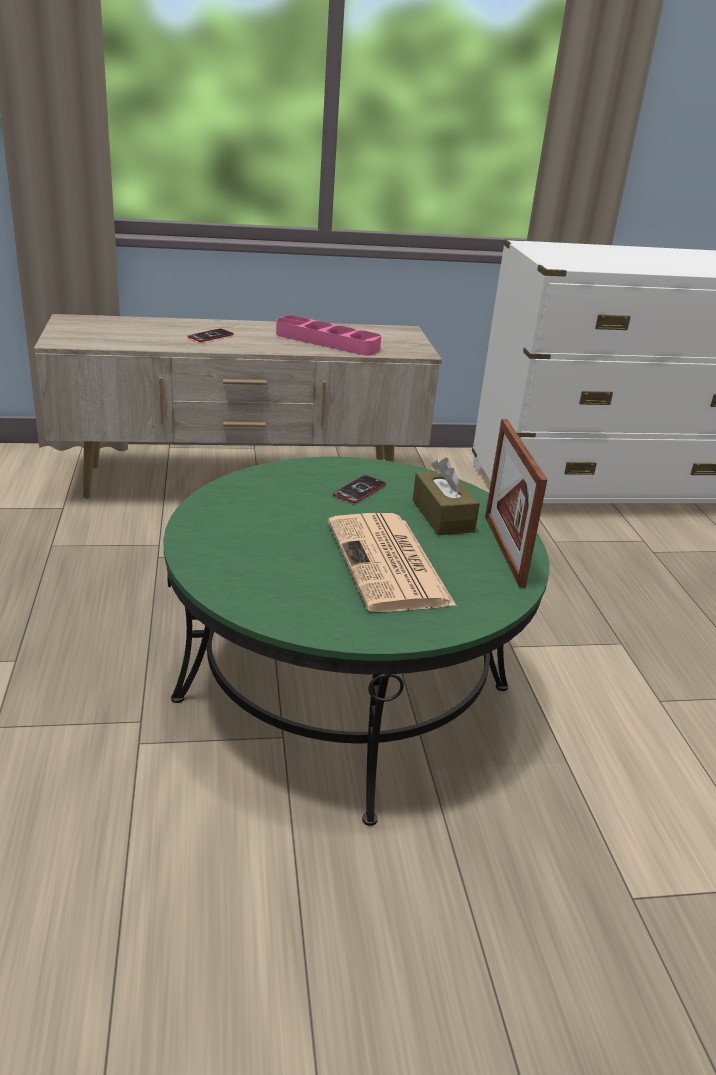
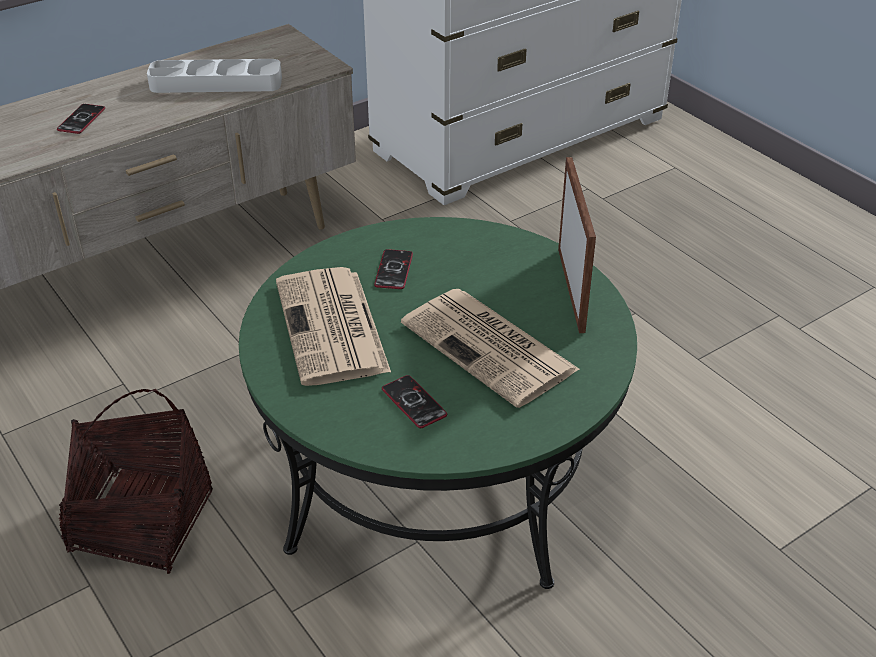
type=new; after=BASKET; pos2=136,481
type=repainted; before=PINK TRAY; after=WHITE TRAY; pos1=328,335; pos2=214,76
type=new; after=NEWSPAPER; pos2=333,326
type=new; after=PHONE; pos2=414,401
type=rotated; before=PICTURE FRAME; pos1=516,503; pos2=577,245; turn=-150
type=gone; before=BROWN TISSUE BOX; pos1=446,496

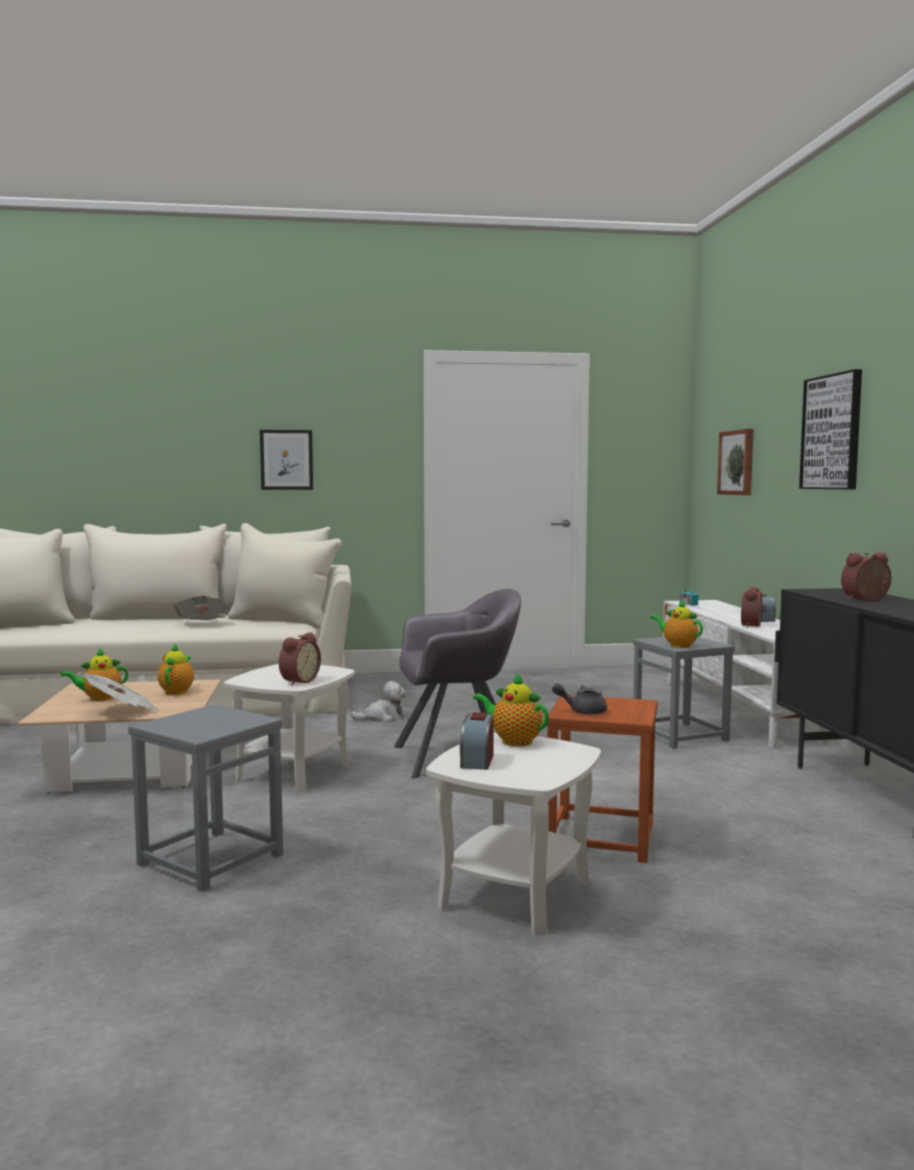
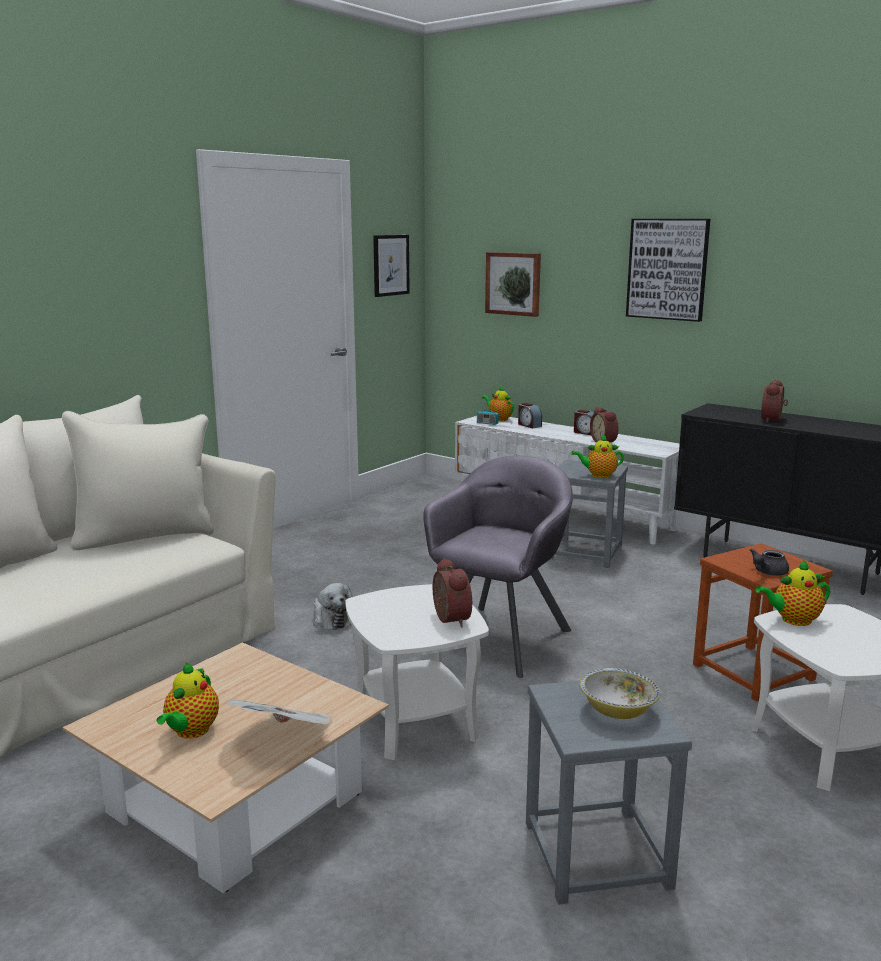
type=rotated; before=PLUSH TOY; pos1=378,702; pos2=332,606; turn=120
type=shifted; before=PICTURE; pos1=286,460; pos2=391,266
type=shifted; before=TEAPOT; pos1=175,669; pos2=498,403
type=shifted; before=ALARM CLOCK; pos1=477,741; pos2=530,415
type=new; after=BOWL; pos2=619,693
type=gone; before=NEWSPAPER; pos1=201,608

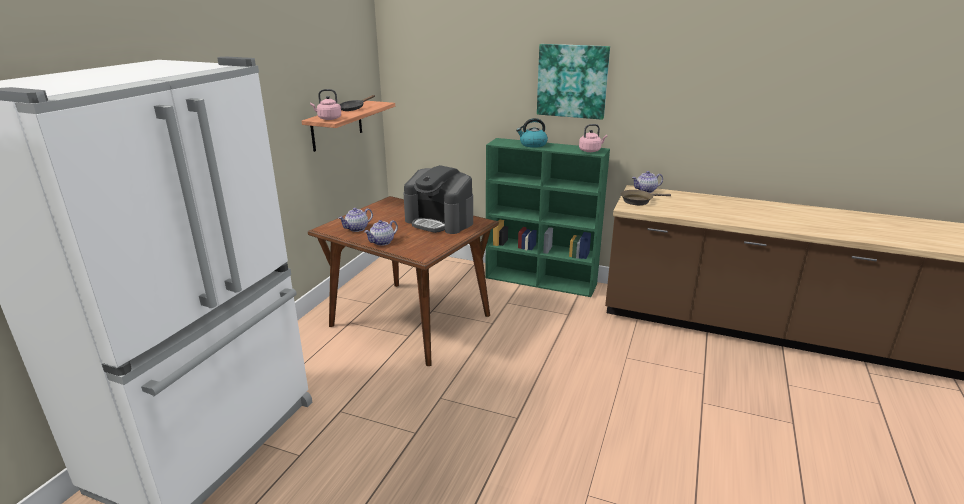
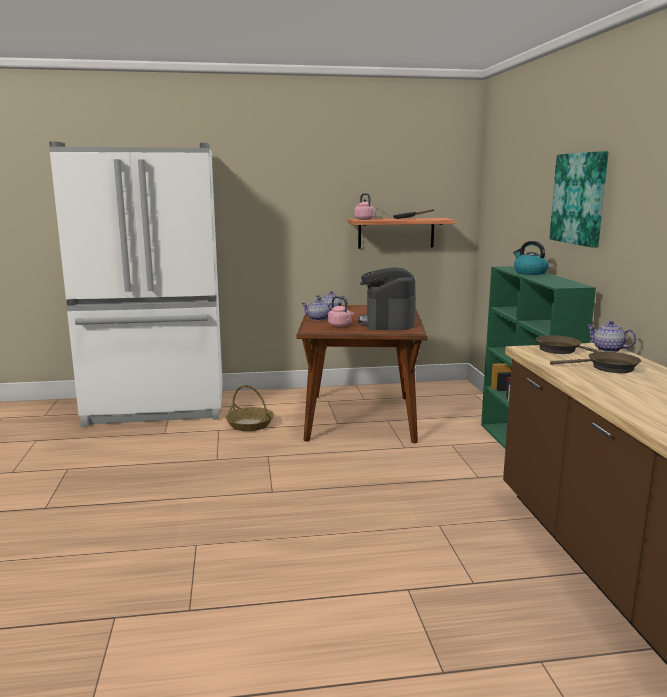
type=new; after=BASKET; pos2=249,408
type=shifted; before=PINK KETTLE; pos1=593,138; pos2=341,311
type=new; after=BROWN FRYING PAN; pos2=595,362

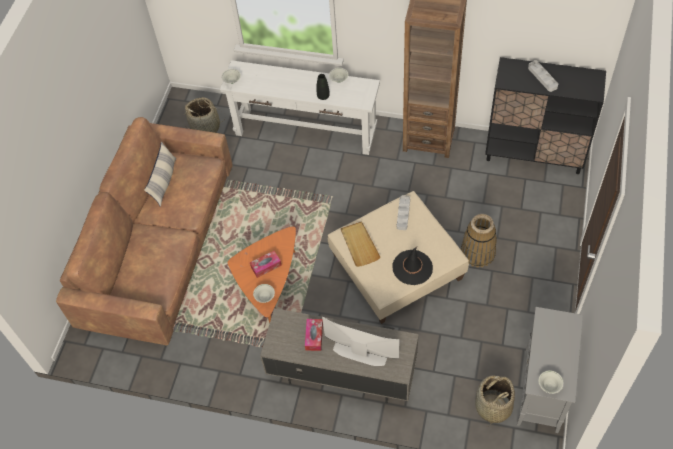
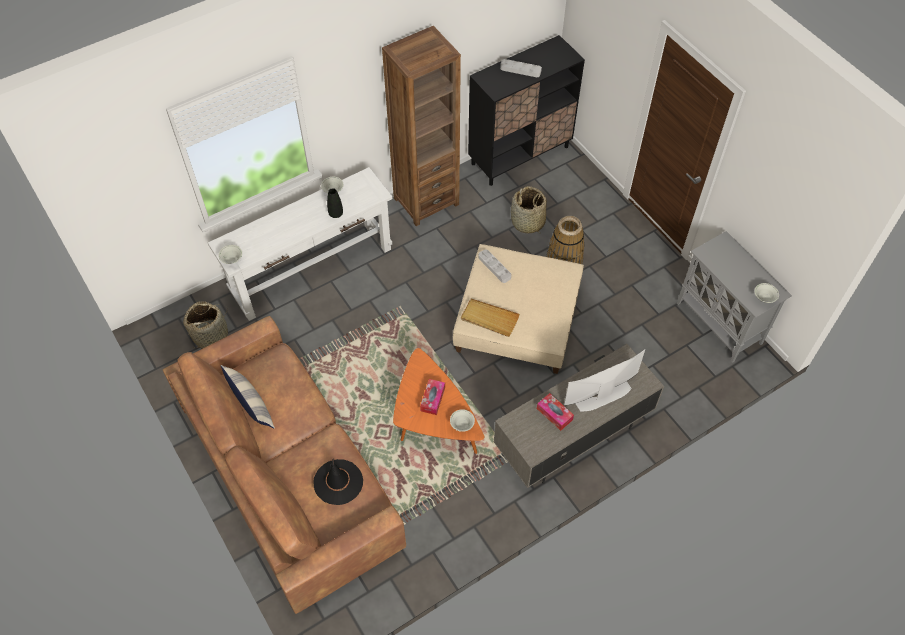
type=shifted; before=BLACK HAT; pos1=412,266; pos2=338,482
type=shifted; before=BASKET; pos1=495,401; pos2=529,209

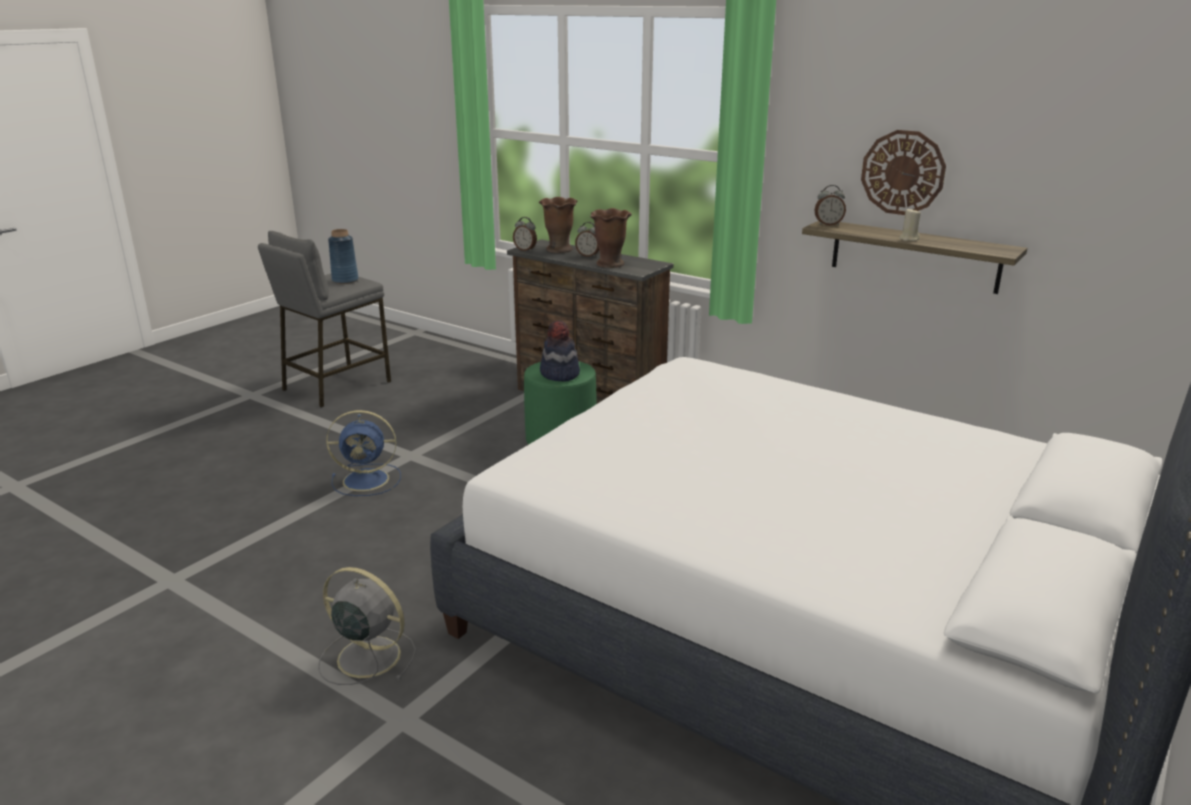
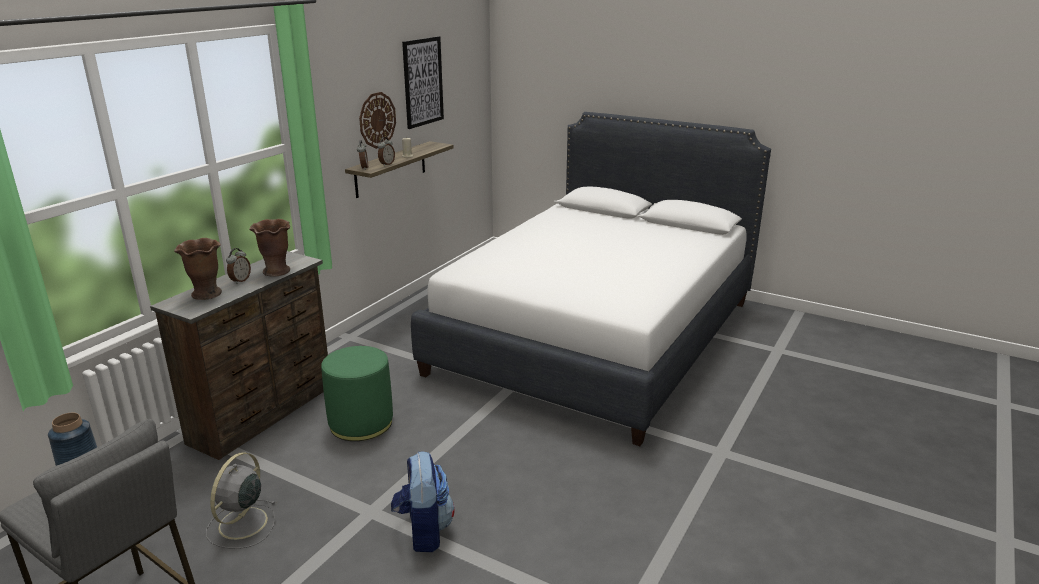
type=shifted; before=GREY FAN; pos1=367,626; pos2=241,501
type=shifted; before=ALARM CLOCK; pos1=525,234; pos2=386,151
type=swapped; before=BLUE FAN; after=BACKPACK; pos1=363,453; pos2=423,502
type=new; after=PICTURE; pos2=423,82
type=gone; before=HAT; pos1=560,351

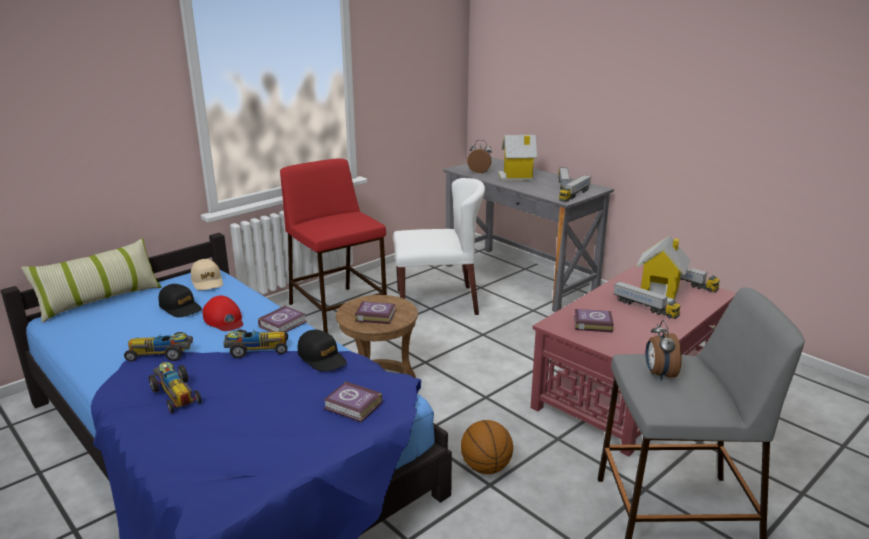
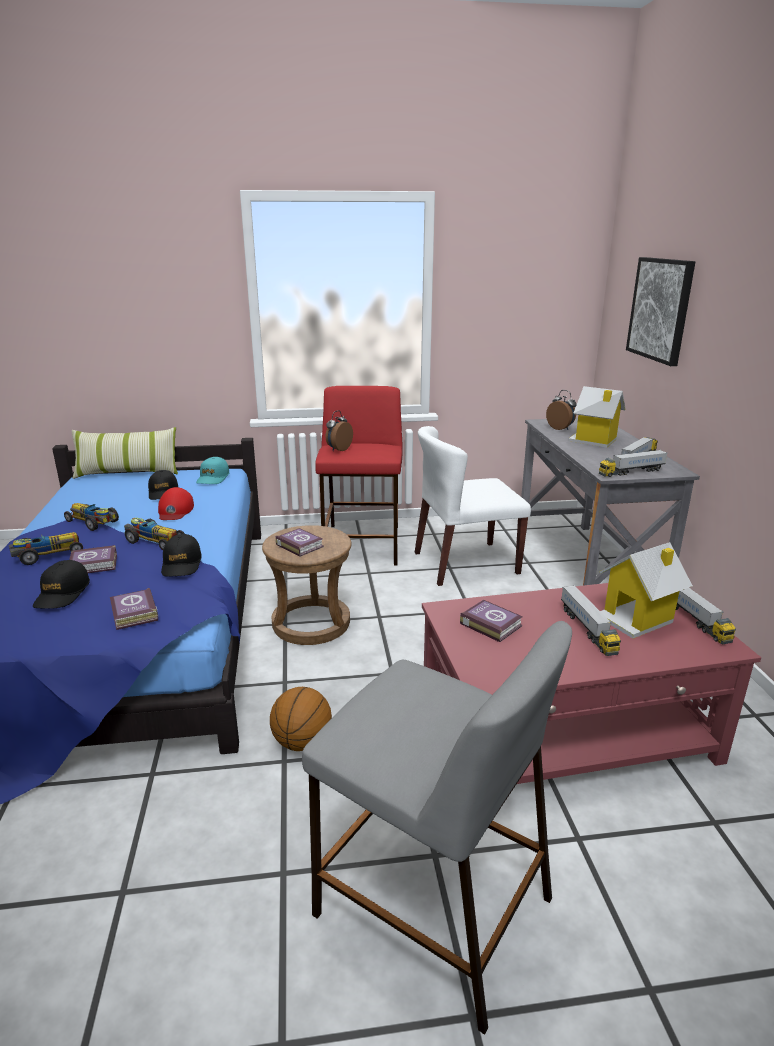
type=rotated; before=TOY CAR; pos1=175,387; pos2=46,548; turn=-120
type=new; after=BLACK CAP; pos2=61,584
type=shifted; before=BOOK; pos1=282,319; pos2=93,559
type=repainted; before=BEIGE CAP; after=TURQUOISE CAP; pos1=207,274; pos2=213,470
type=shifted; before=ALARM CLOCK; pos1=664,350; pos2=339,430
type=rotated; before=WHITE CHAIR; pos1=439,246; pos2=472,506; turn=135
type=new; after=PICTURE; pos2=660,311

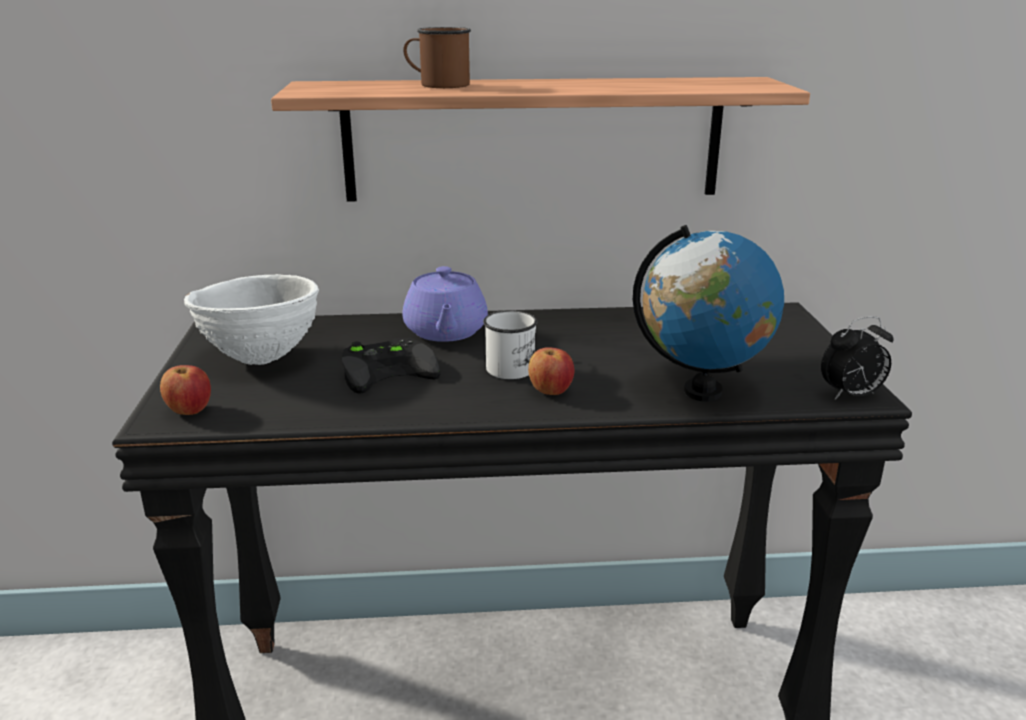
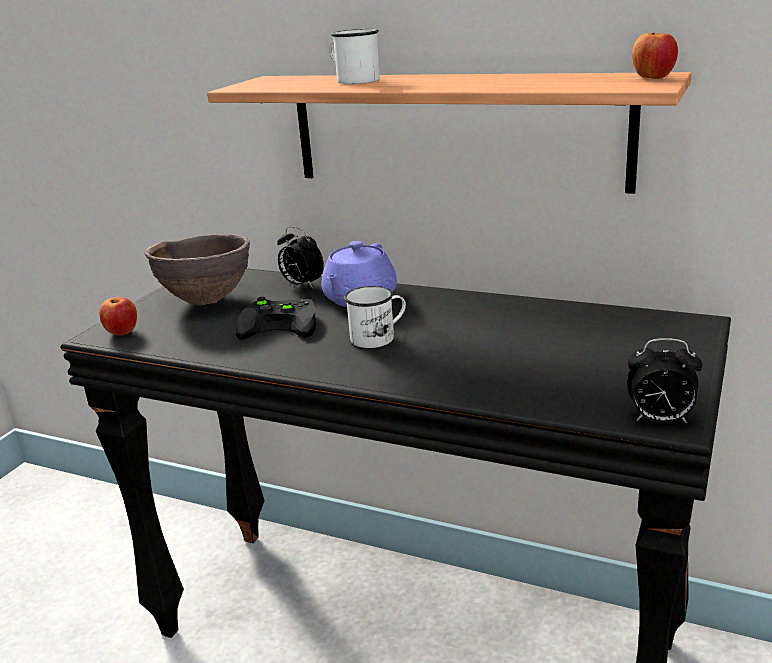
type=repainted; before=WHITE BOWL; after=BROWN BOWL; pos1=251,319; pos2=197,270
type=new; after=ALARM CLOCK; pos2=300,257
type=repainted; before=BROWN MUG; after=WHITE MUG; pos1=437,57; pos2=355,56
type=shifted; before=APPLE; pos1=551,371; pos2=655,56
type=gone; before=GLOBE; pos1=708,313

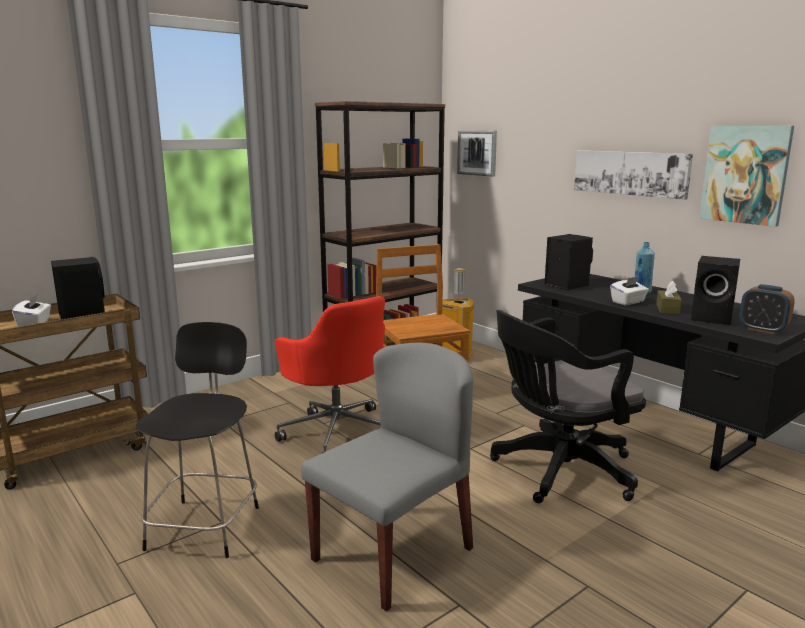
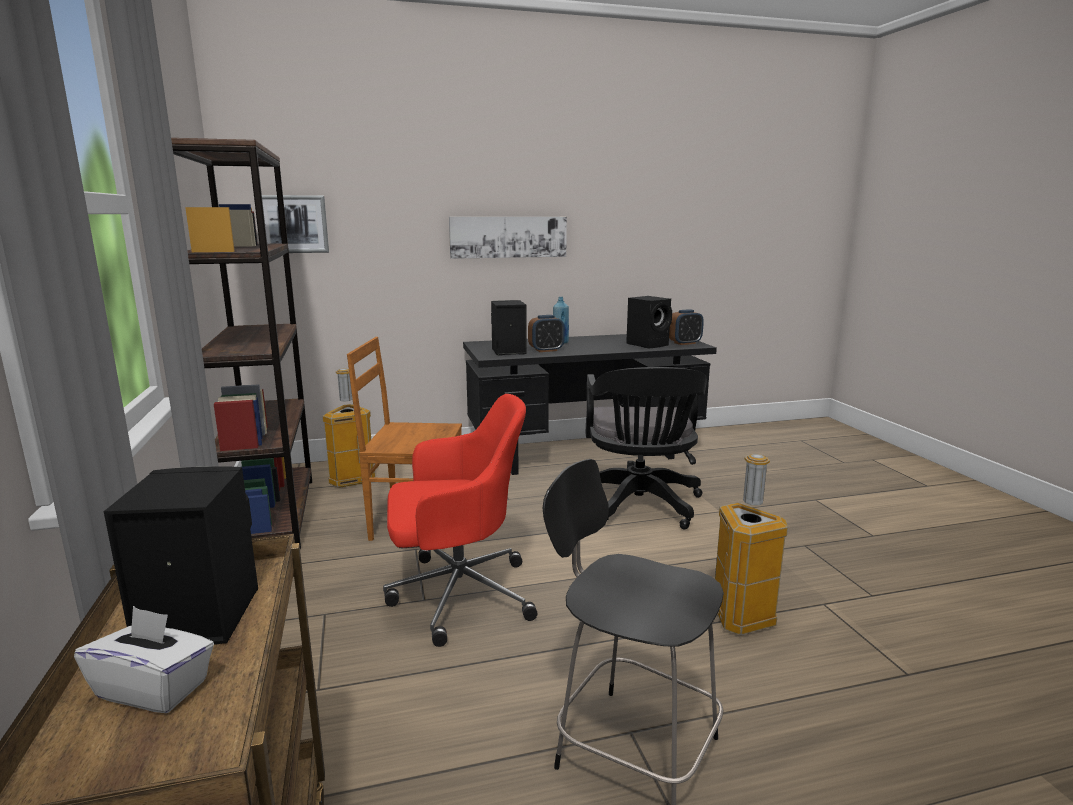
type=new; after=ALARM CLOCK; pos2=546,333
type=swapped; before=GREY CHAIR; after=TRASH CAN; pos1=387,477; pos2=751,544
type=gone; before=WHITE TISSUE BOX; pos1=629,290
type=gone; before=BROWN TISSUE BOX; pos1=669,297
type=gone; before=PICTURE; pos1=746,176

